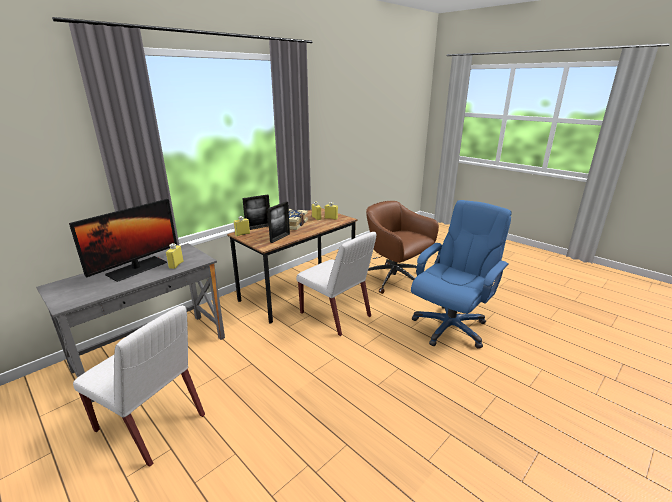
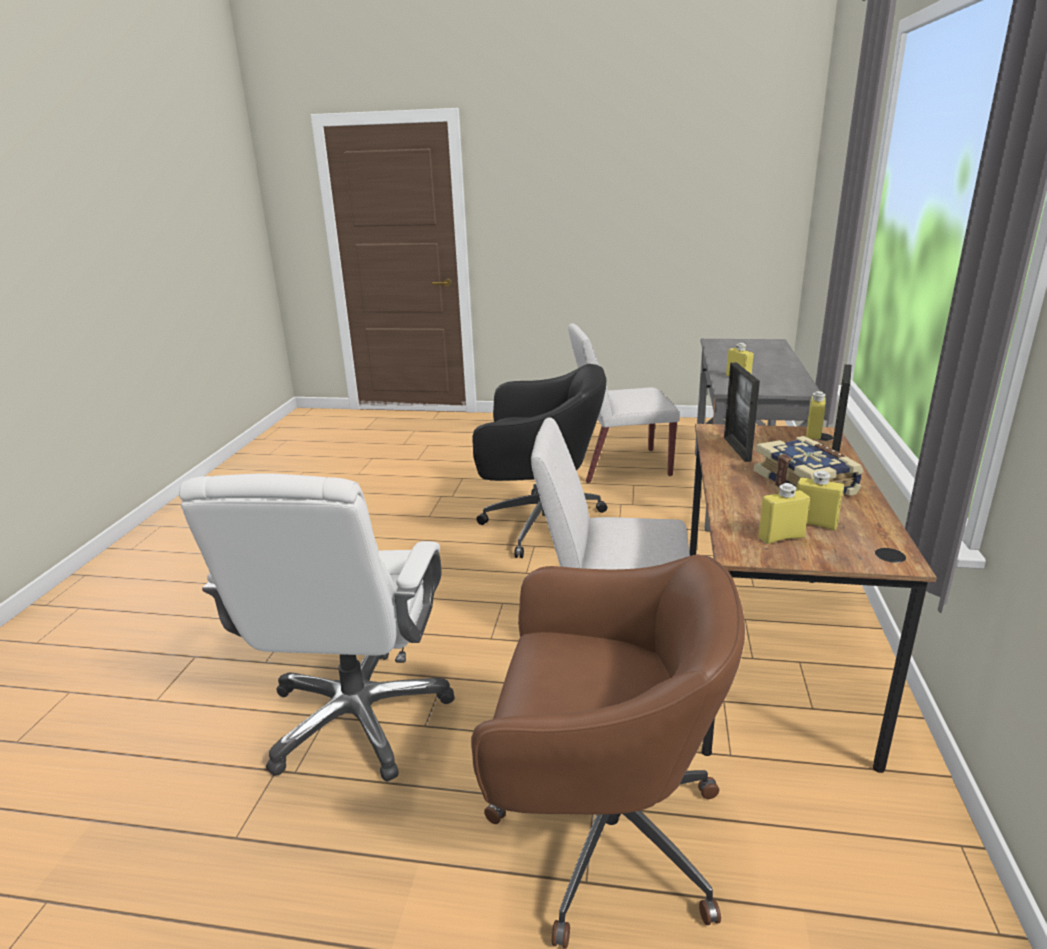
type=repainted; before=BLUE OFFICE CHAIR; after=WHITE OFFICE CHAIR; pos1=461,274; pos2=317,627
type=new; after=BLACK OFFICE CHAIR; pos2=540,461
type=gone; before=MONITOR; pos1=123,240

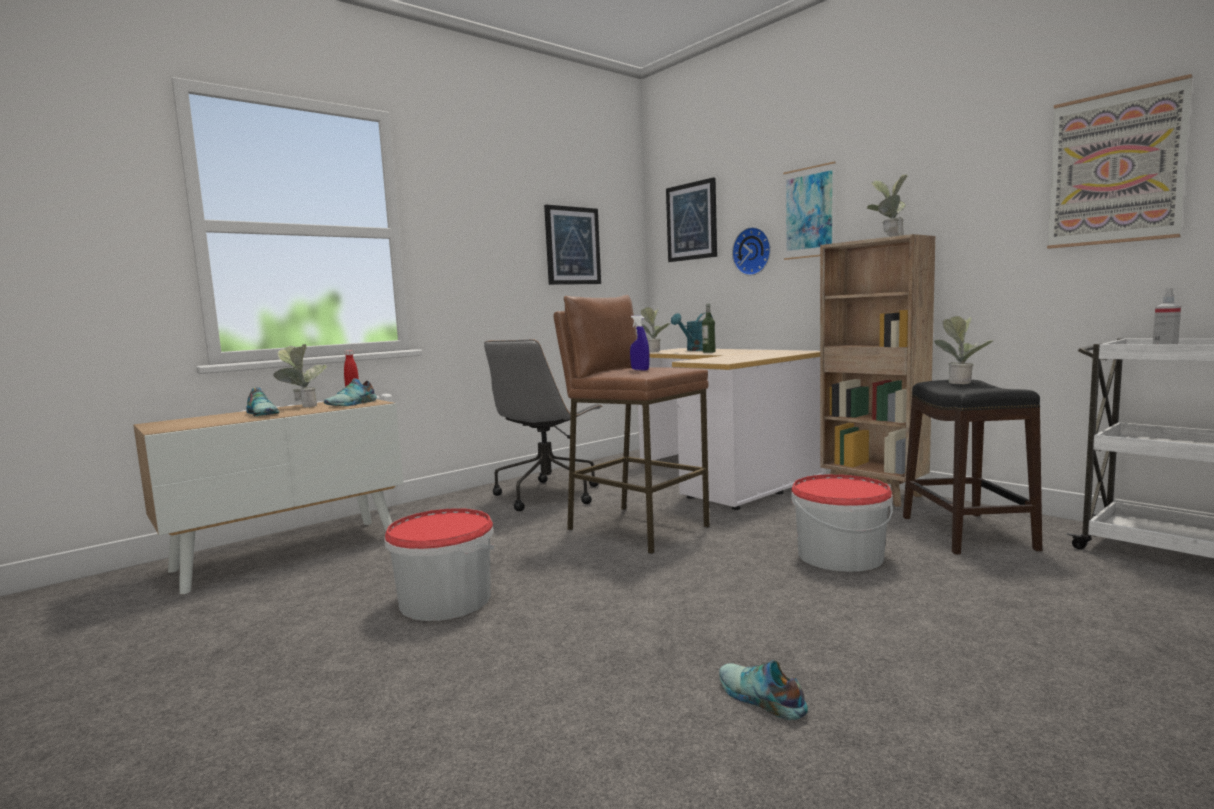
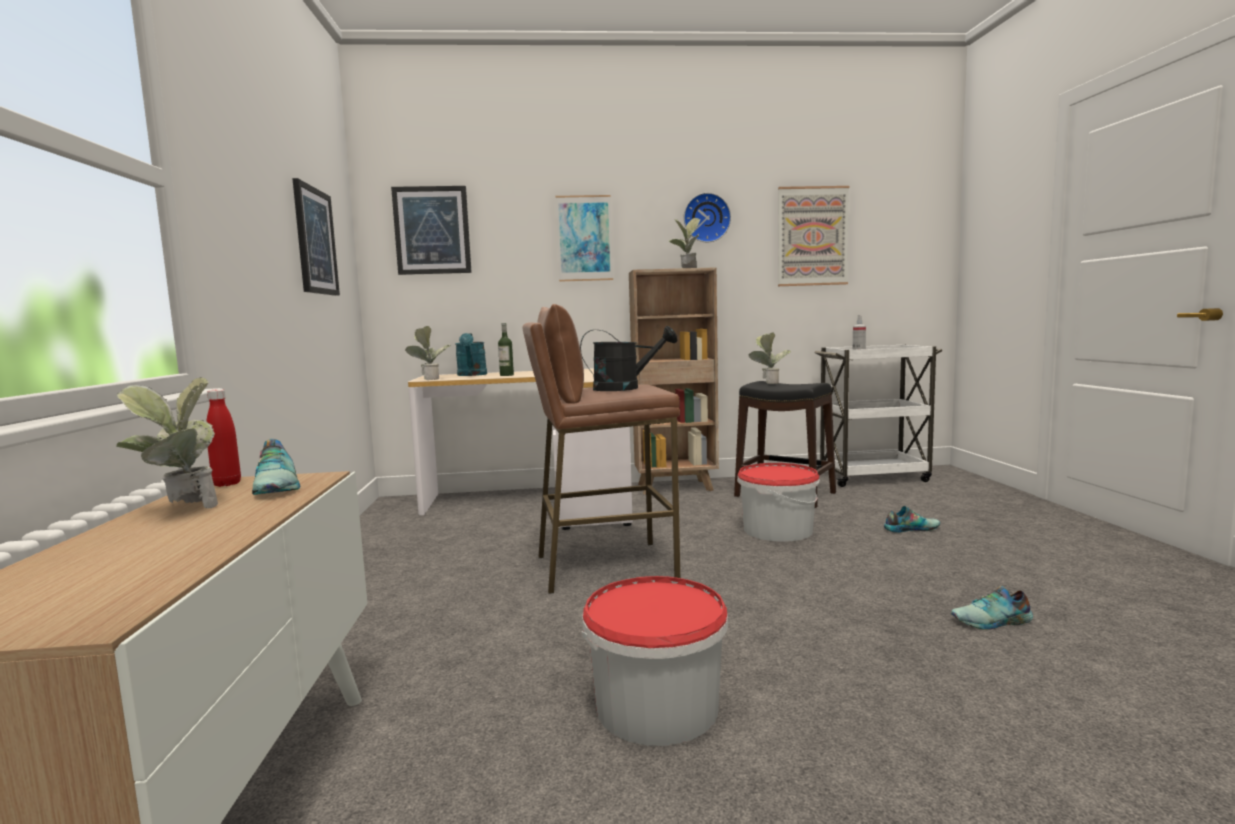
type=swapped; before=BLUE SPRAY BOTTLE; after=BLACK WATERING CAN; pos1=640,343; pos2=628,358
type=shifted; before=WALL CLOCK; pos1=751,251; pos2=707,217
type=shifted; before=SHOE; pos1=263,401; pos2=912,519
type=gone; before=GREY OFFICE CHAIR; pos1=543,425

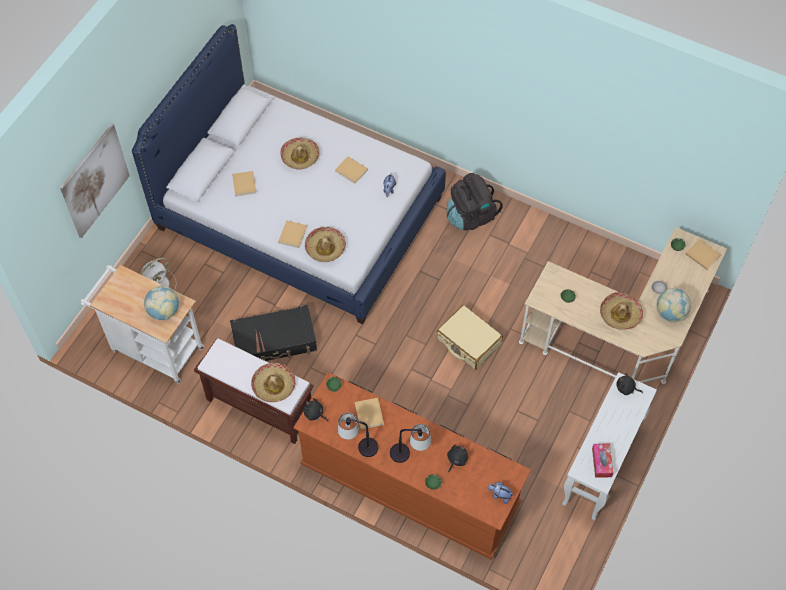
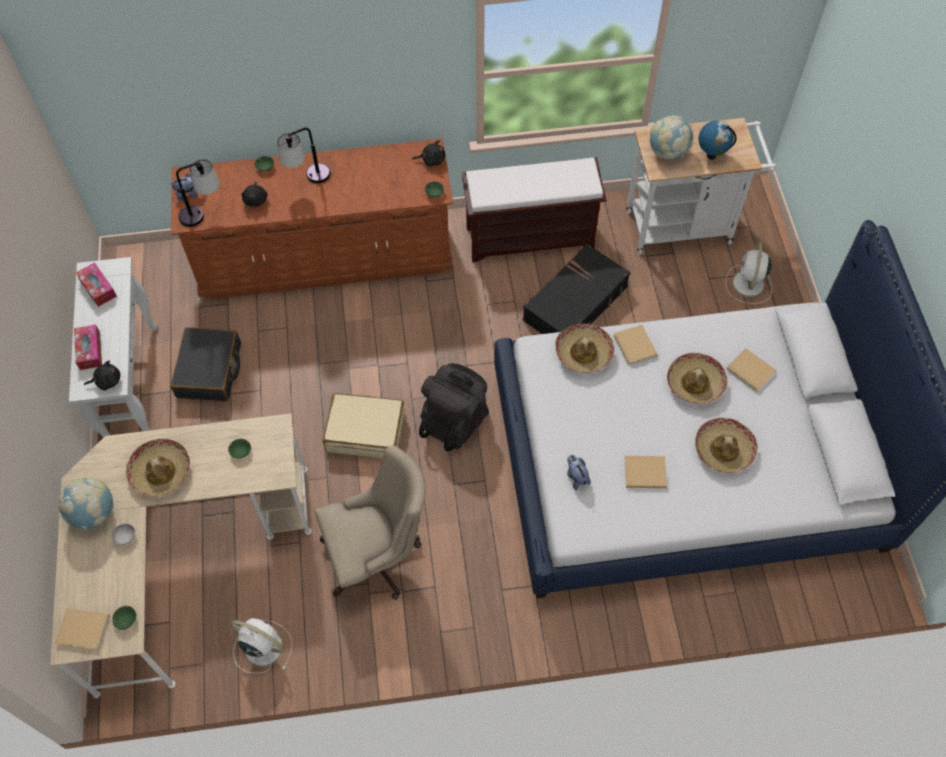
type=new; after=TISSUE BOX; pos2=88,347
type=new; after=BLACK SUITCASE; pos2=205,364
type=shifted; before=TABLE LAMP; pos1=358,435; pos2=198,193
type=new; after=WHITE FAN; pos2=261,646
type=new; after=BEIGE OFFICE CHAIR; pos2=370,523
type=shifted; before=BLACK BACKPACK; pos1=475,201; pos2=454,407
type=shifted; before=HAT; pos1=273,382; pos2=697,378
type=new; after=GLOBE; pos2=718,140
type=gone; before=PICTURE; pos1=95,180
type=gone; before=BEIGE BOOK; pos1=369,414

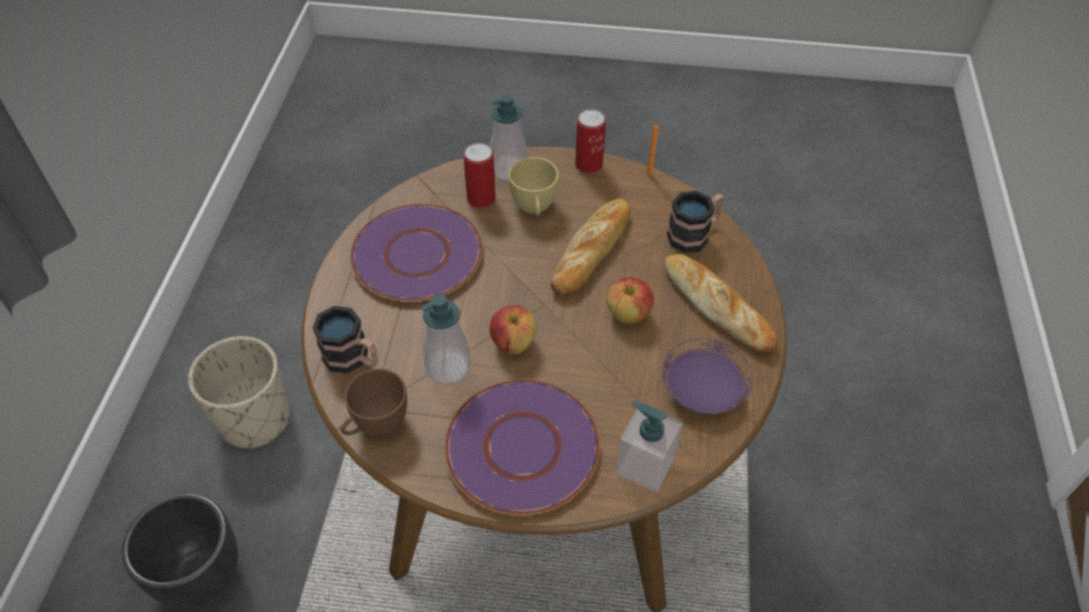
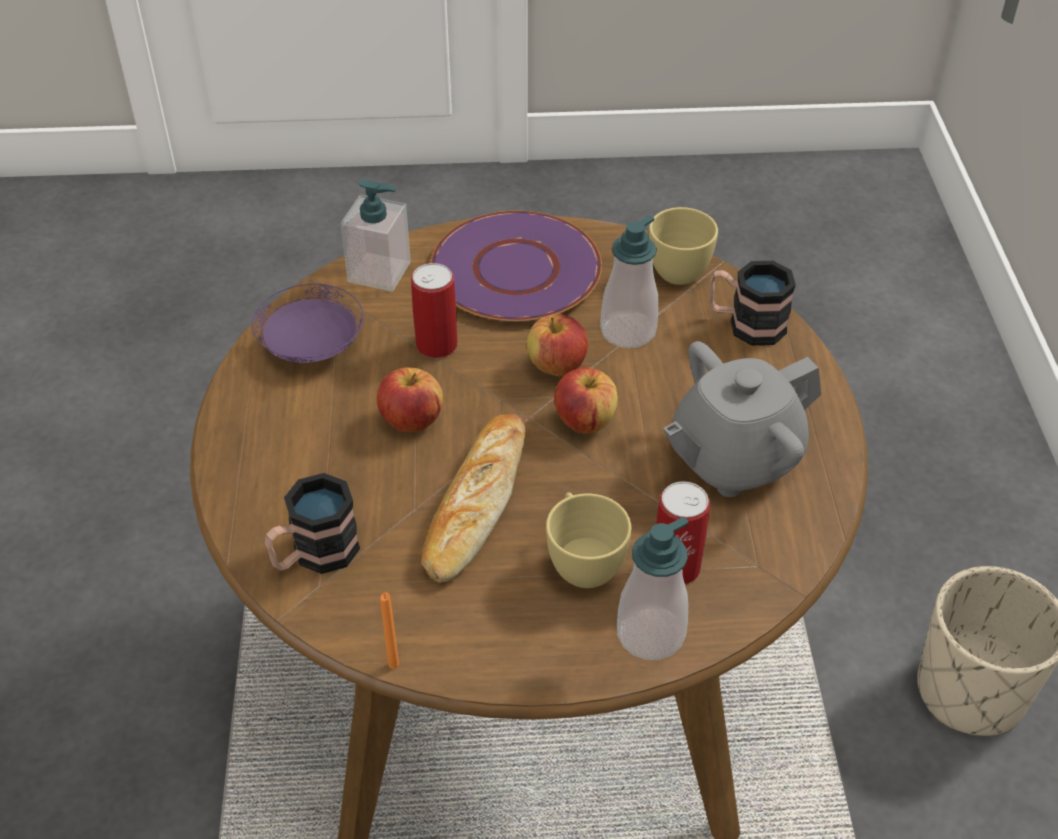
type=shifted; before=CAN; pos1=590,141; pos2=434,310
type=new; after=APPLE; pos2=586,400
type=repainted; before=BROWN CUP; after=YELLOW CUP; pos1=374,402; pos2=683,246
type=swapped; before=PURPLE PLATE; after=GREY TEAPOT; pos1=416,253; pos2=742,419
type=gone; before=BLACK PLANTER; pos1=180,550
type=gone; before=BREAD; pos1=721,304

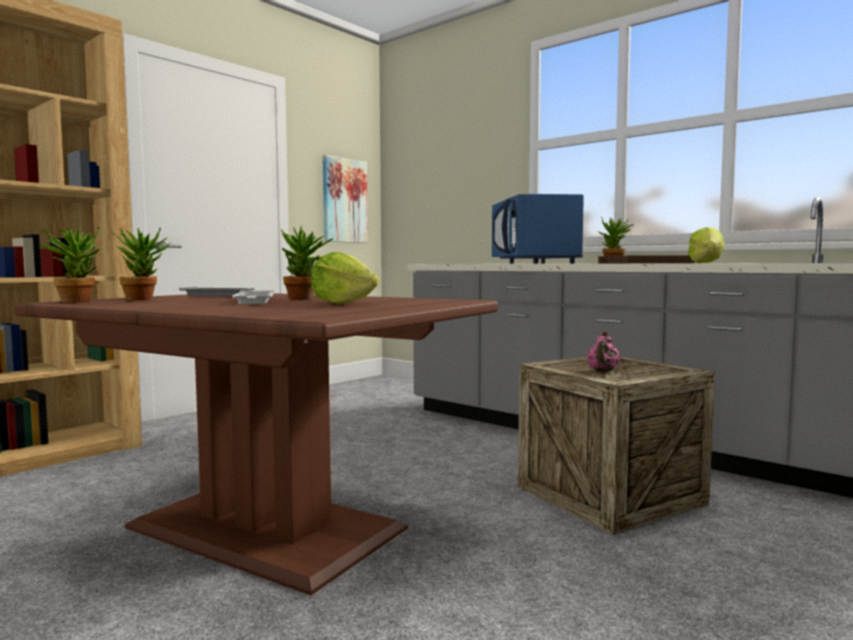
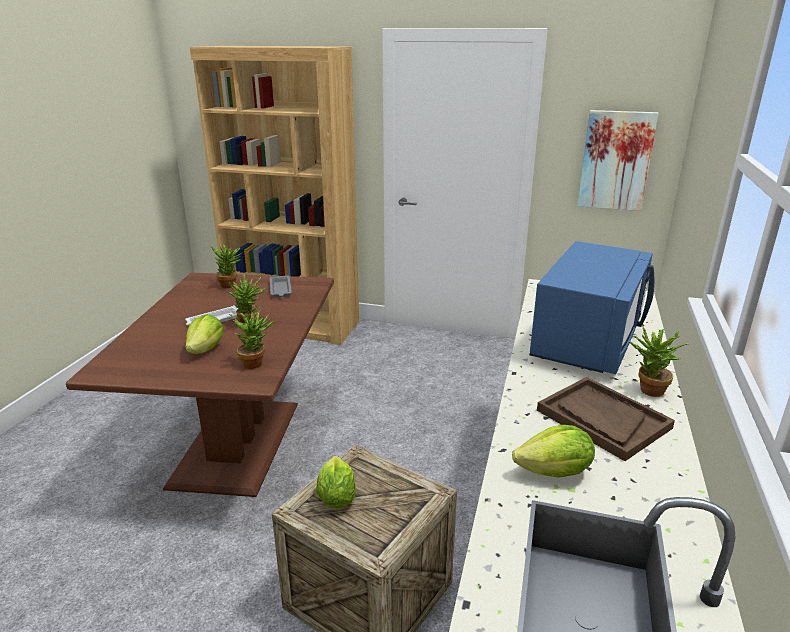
type=shifted; before=POTTED PLANT; pos1=70,264; pos2=252,340
type=swapped; before=PINK TEAPOT; after=LETTUCE; pos1=603,351; pos2=336,482
type=rotated; before=BLUE MICROWAVE; pos1=538,229; pos2=592,307; turn=150

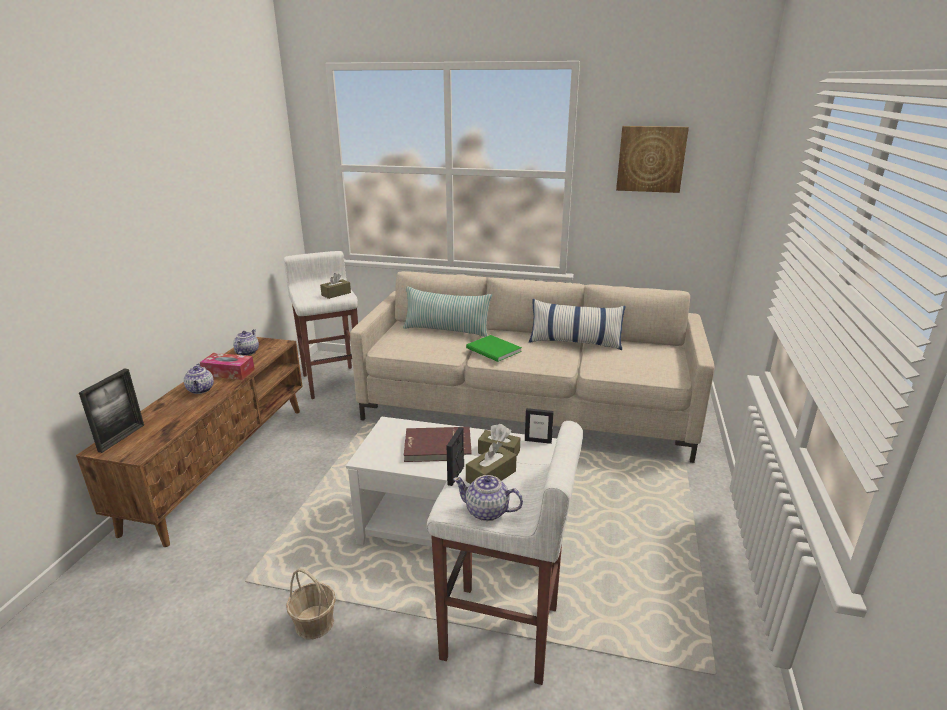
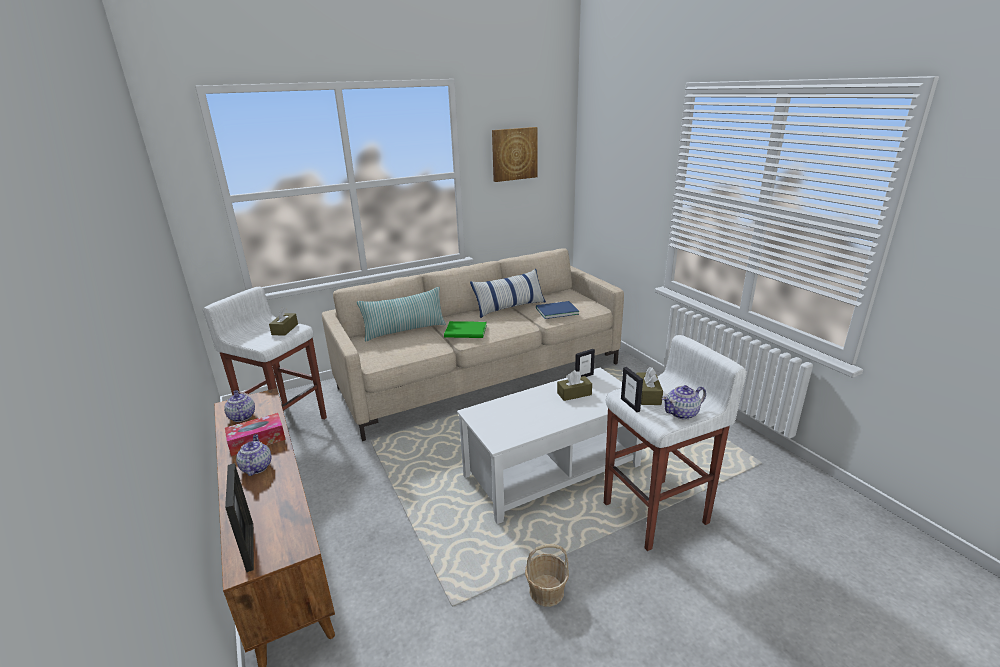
type=rotated; before=TEAPOT; pos1=199,379; pos2=253,455; turn=-135
type=new; after=BLUE BOOK; pos2=557,310
type=gone; before=RED BOOK; pos1=438,444

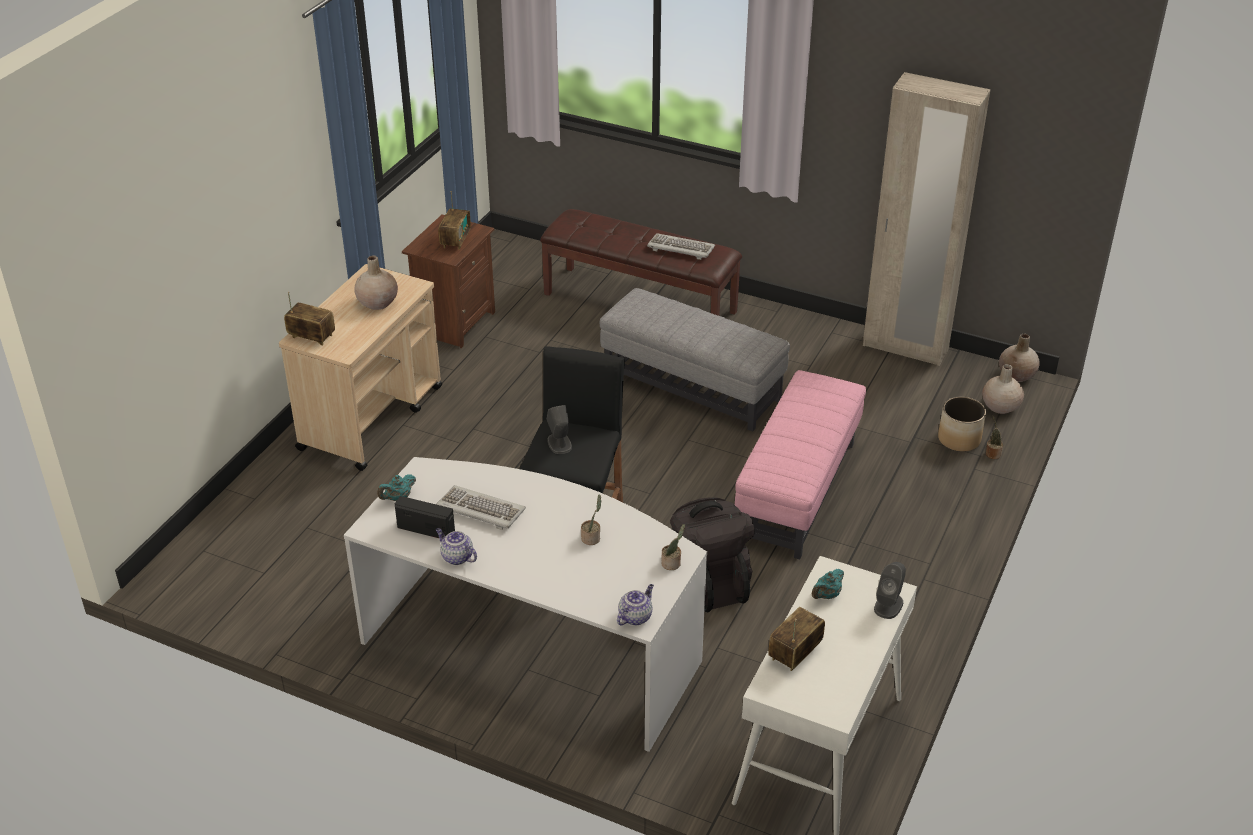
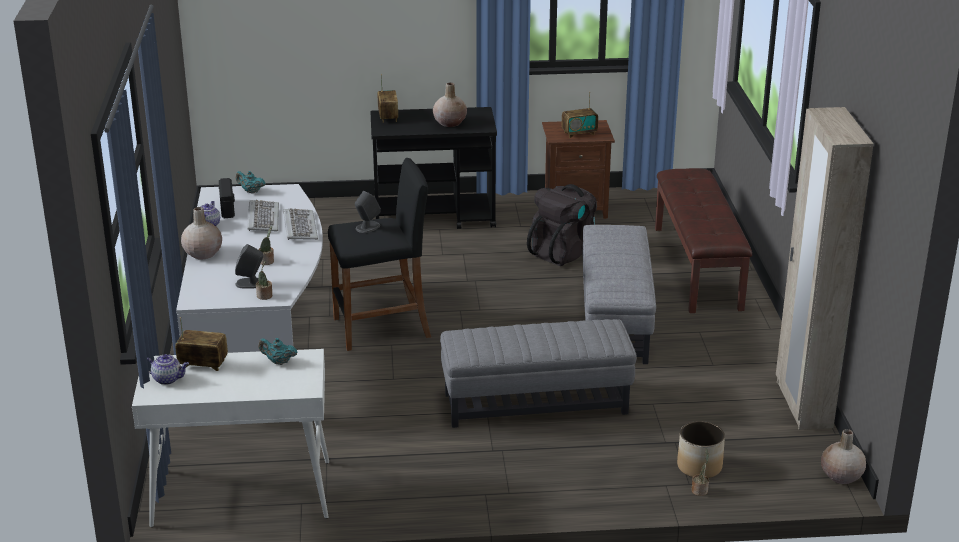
type=shifted; before=TEAPOT; pos1=635,605; pos2=168,369
type=shifted; before=BEIGE VASE; pos1=1003,389; pos2=201,233
type=shifted; before=GREY SPEAKER; pos1=890,590; pos2=249,266
type=shifted; before=KEYBOARD; pos1=681,246; pos2=300,224
type=repainted; before=BEIGE CART; after=BLACK CART; pos1=360,367; pos2=433,168
type=repainted; before=PINK OTTOMAN; after=GREY OTTOMAN; pos1=800,464; pos2=538,373
type=shifted; before=BLACK BACKPACK; pos1=712,555; pos2=562,225

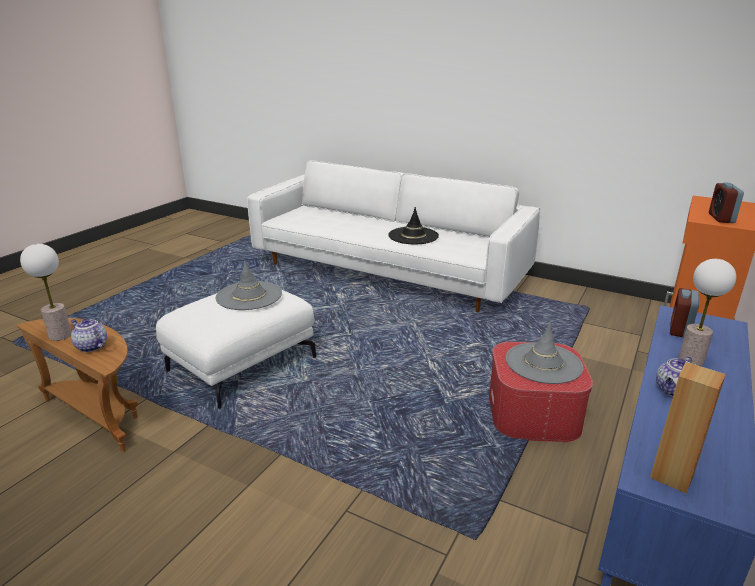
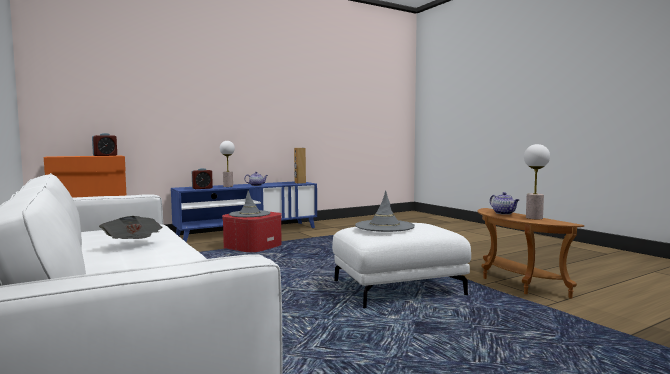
type=swapped; before=BLACK HAT; after=NEWSPAPER; pos1=413,225; pos2=131,227

